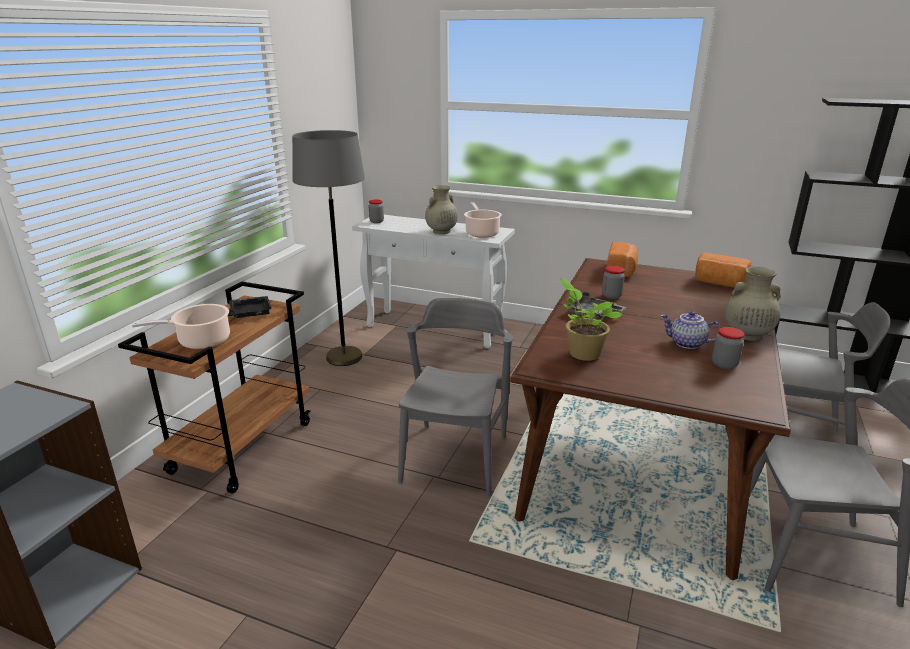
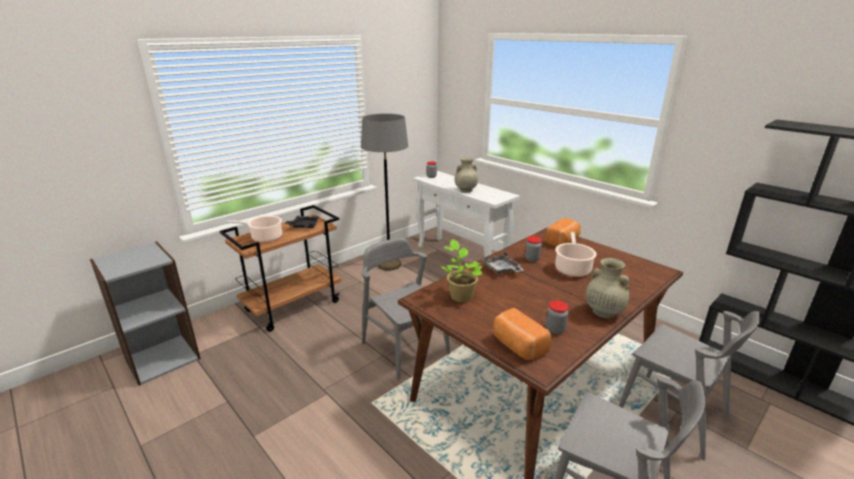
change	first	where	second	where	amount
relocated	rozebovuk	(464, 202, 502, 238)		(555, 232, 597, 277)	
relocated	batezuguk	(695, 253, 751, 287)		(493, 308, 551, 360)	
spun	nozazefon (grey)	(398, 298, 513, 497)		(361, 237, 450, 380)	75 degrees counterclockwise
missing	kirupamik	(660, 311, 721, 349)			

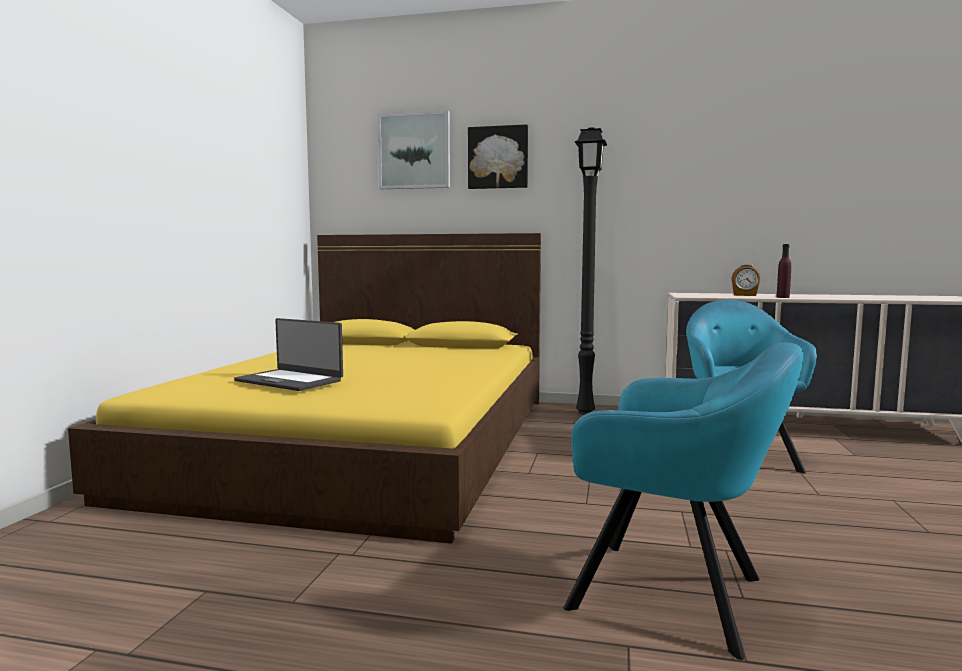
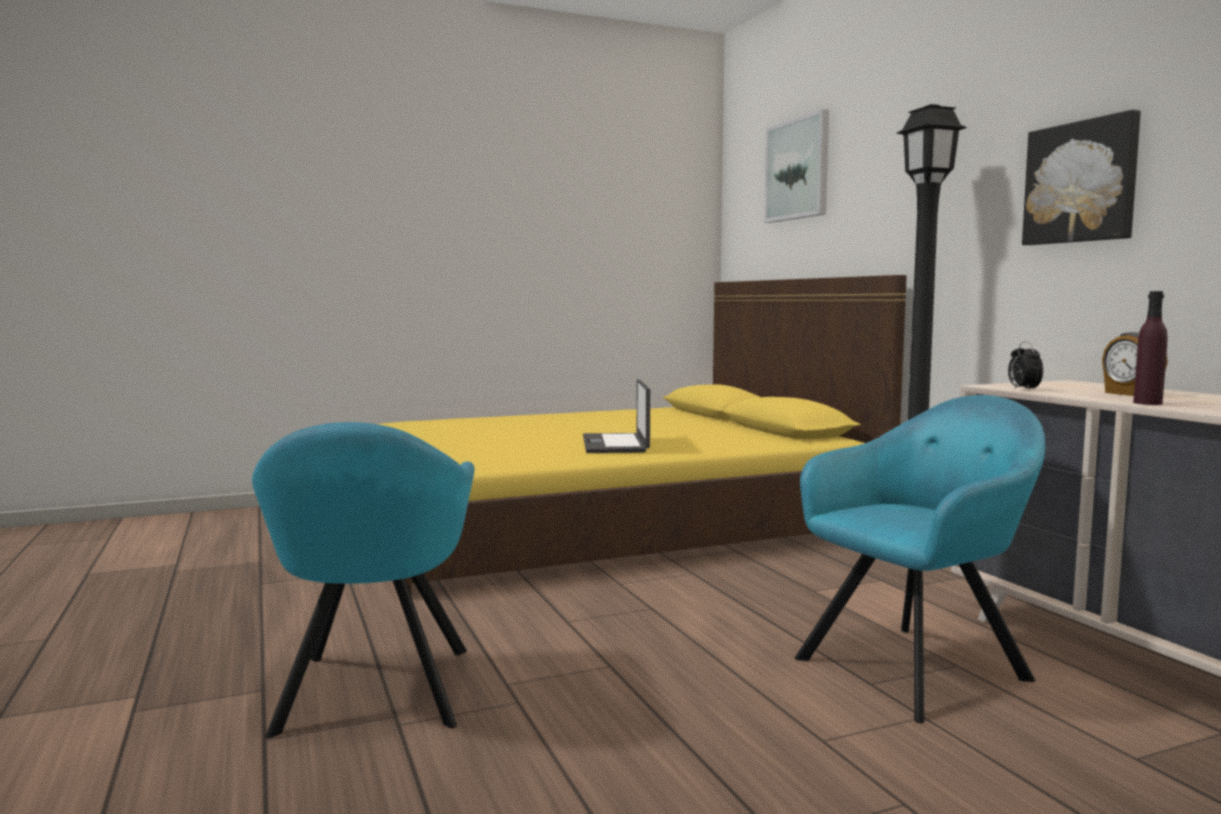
change	first	where	second	where	amount
relocated	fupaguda	(468, 124, 528, 189)		(1022, 110, 1141, 245)	
relocated	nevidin	(234, 318, 343, 391)		(583, 379, 650, 453)	
appeared			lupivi	(1008, 342, 1043, 391)	

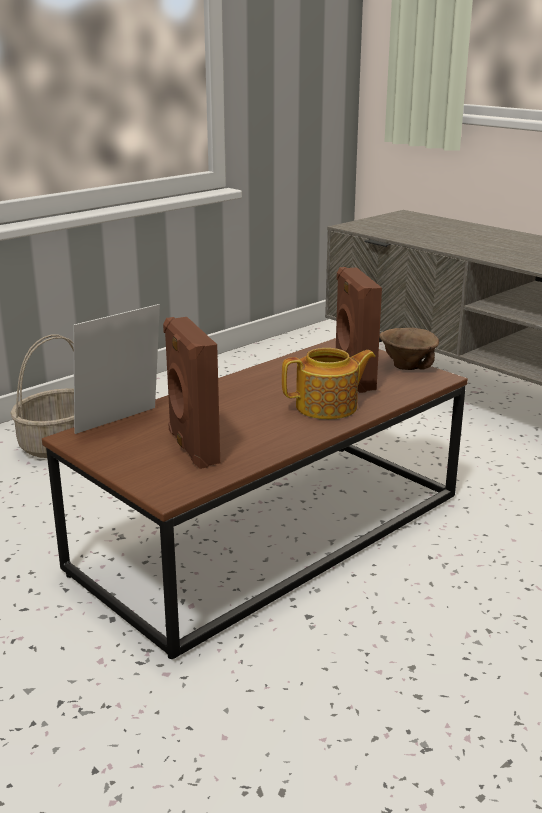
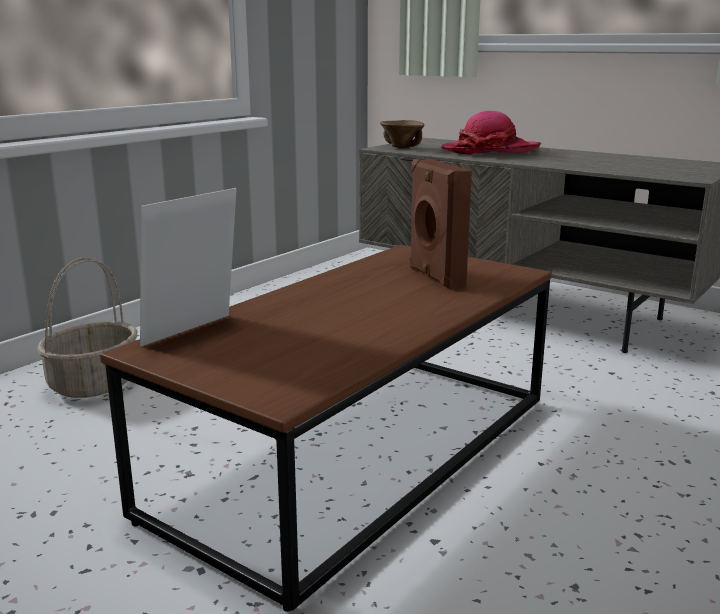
change	first	where	second	where	amount
missing	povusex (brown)	(163, 317, 220, 469)			
relocated	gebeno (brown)	(380, 328, 439, 370)		(380, 120, 424, 148)	
missing	kirupamik	(282, 348, 376, 419)			
appeared			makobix	(441, 111, 541, 155)	

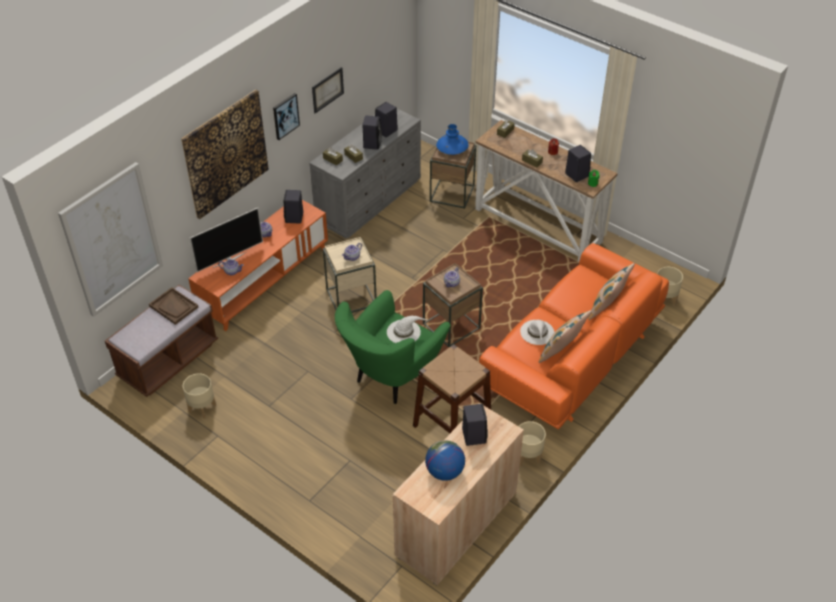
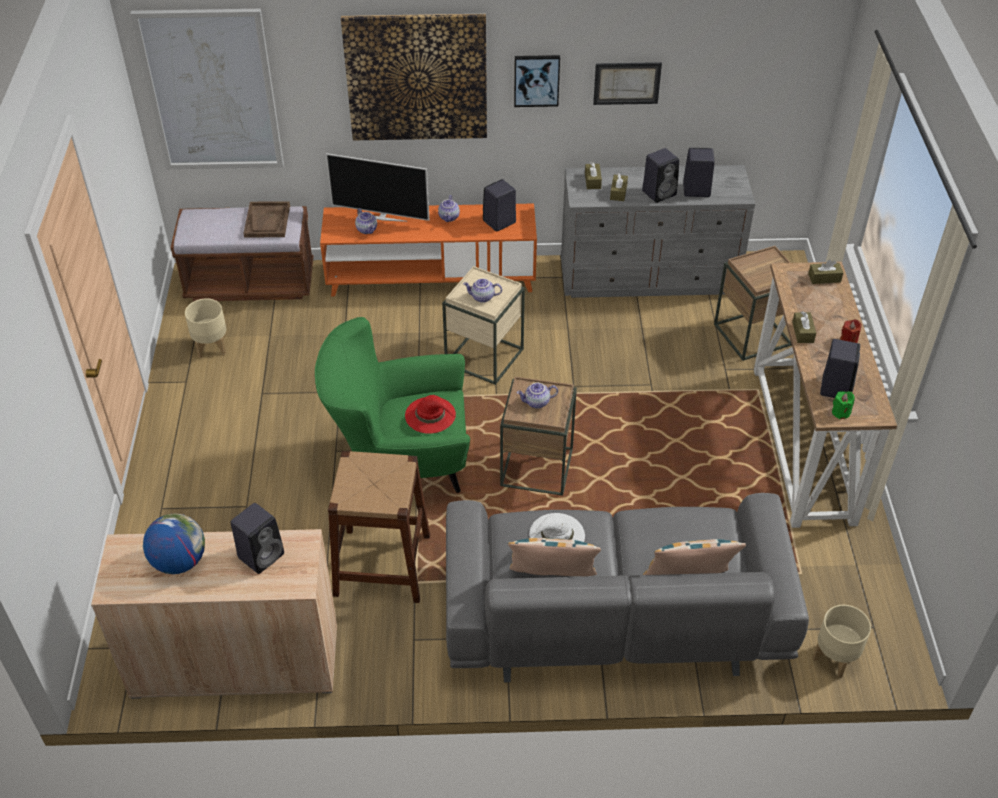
change	first	where	second	where	amount
missing	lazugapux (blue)	(436, 124, 469, 155)			
colour	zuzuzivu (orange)	(479, 243, 669, 430)	zuzuzivu (grey)	(446, 493, 809, 682)	
colour	makobix (white)	(387, 316, 427, 343)	makobix (red)	(405, 395, 456, 434)	
missing	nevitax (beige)	(519, 421, 546, 466)			

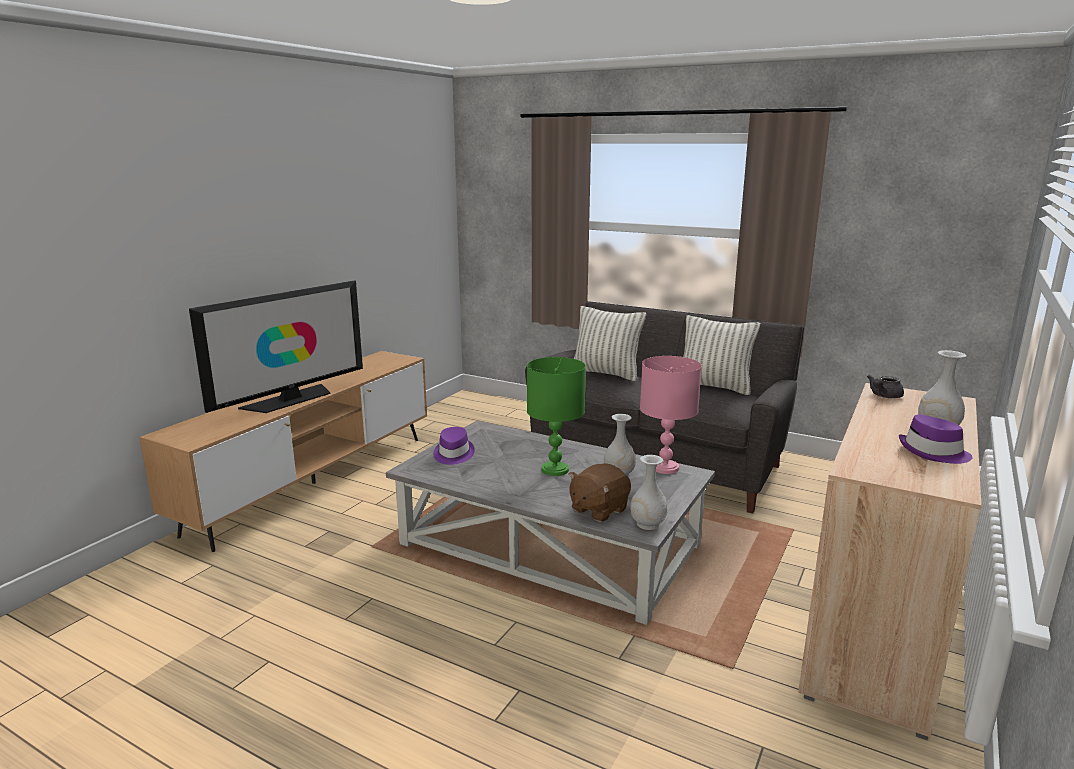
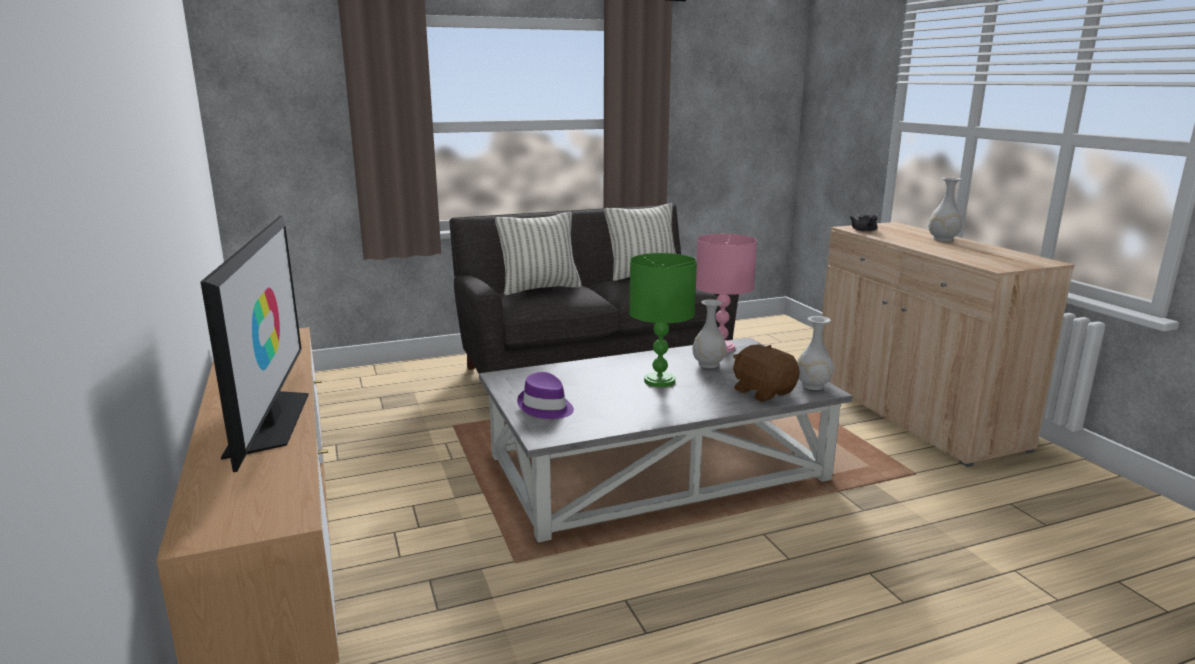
change	first	where	second	where	amount
missing	makobix (purple)	(899, 414, 973, 464)			
spun	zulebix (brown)	(569, 463, 631, 522)		(733, 345, 800, 402)	150 degrees clockwise

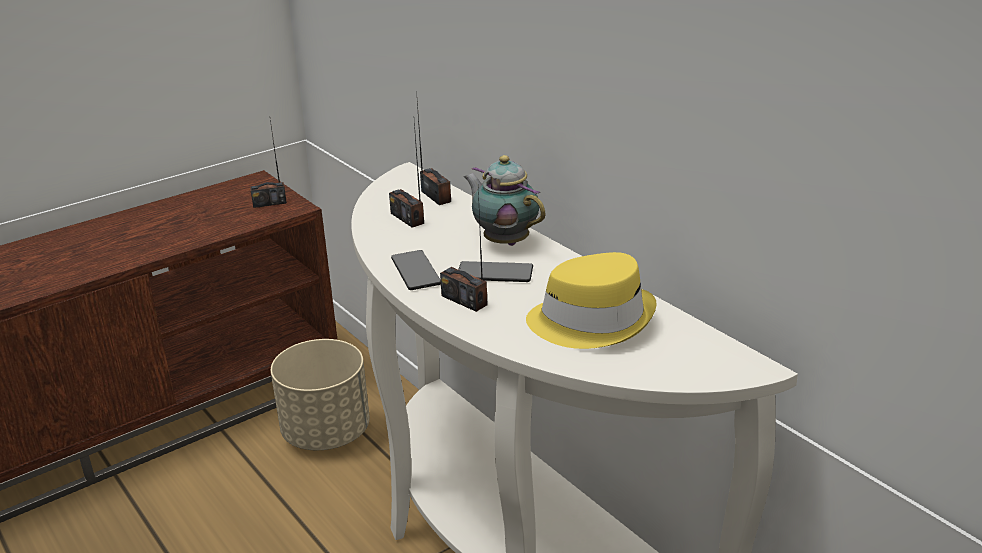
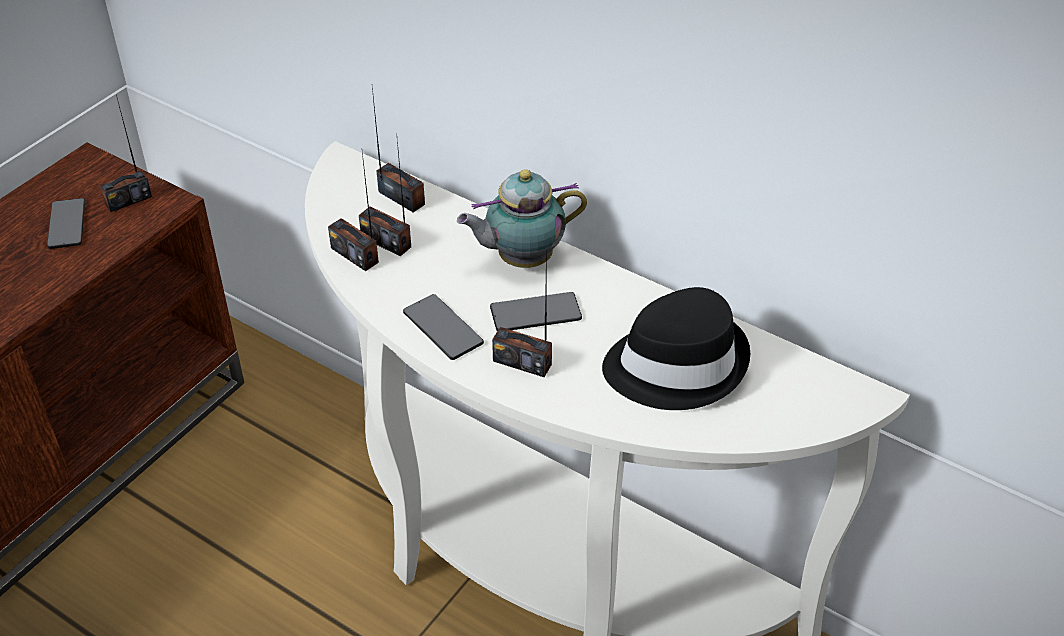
change	first	where	second	where	amount
spun	kirupamik	(464, 155, 546, 246)		(457, 169, 587, 268)	45 degrees counterclockwise
colour	makobix (yellow)	(526, 252, 657, 349)	makobix (black)	(602, 287, 750, 410)	
missing	nevitax (beige)	(271, 339, 370, 450)			
appeared			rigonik	(328, 152, 379, 271)	
appeared			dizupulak	(47, 198, 85, 249)	

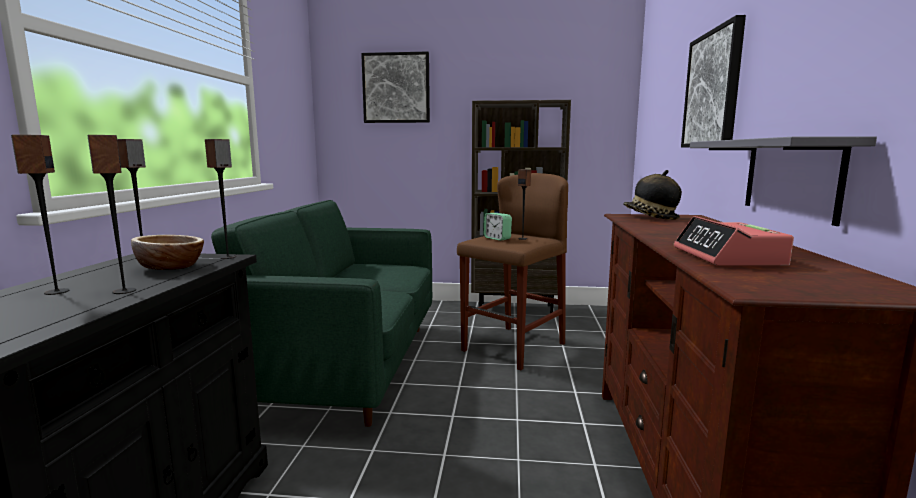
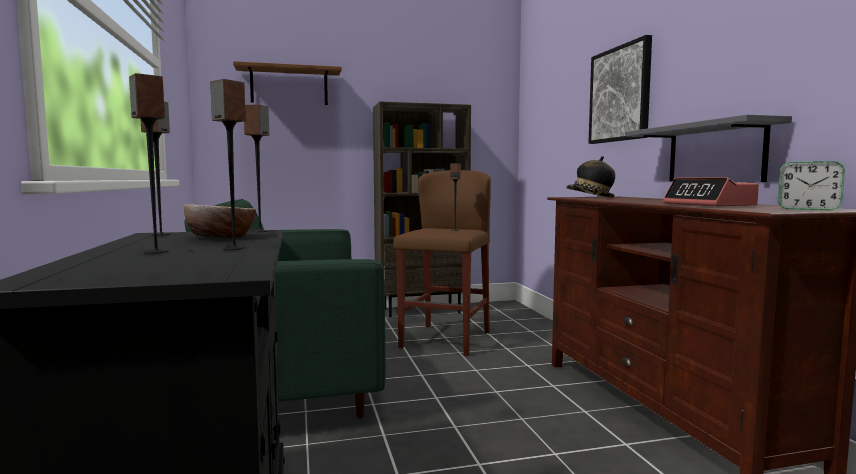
change	first	where	second	where	amount
exchanged	fupaguda	(361, 52, 430, 123)	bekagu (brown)	(233, 61, 342, 105)	
relocated	lupivi	(484, 213, 512, 241)		(778, 161, 845, 211)	

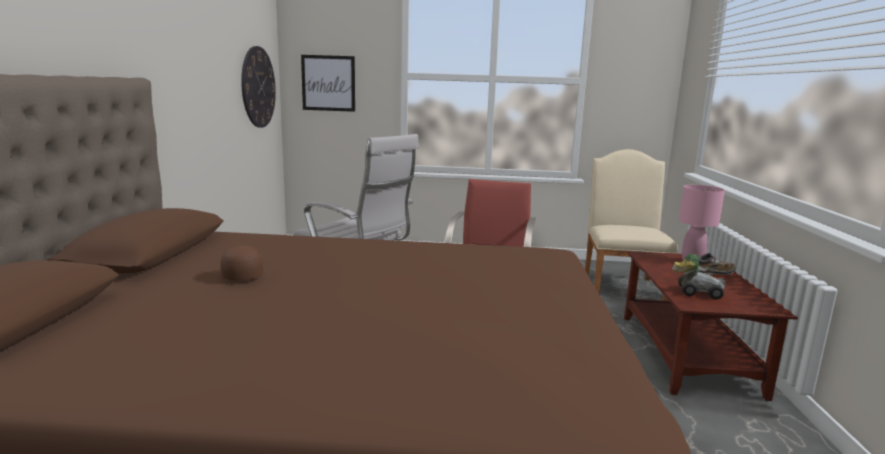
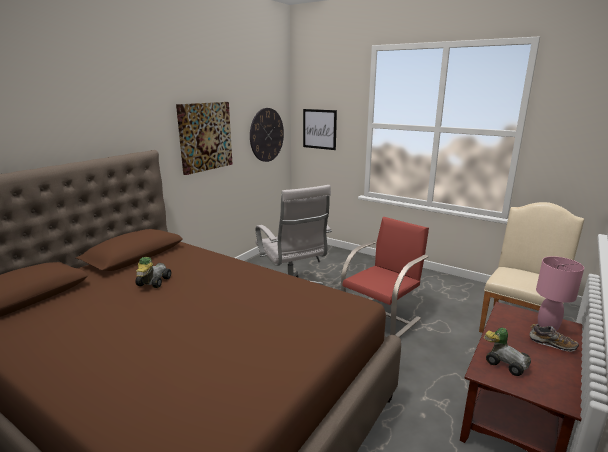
change	first	where	second	where	amount
exchanged	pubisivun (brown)	(220, 246, 263, 280)	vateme	(135, 257, 171, 288)	
appeared			fupaguda	(176, 102, 233, 175)	

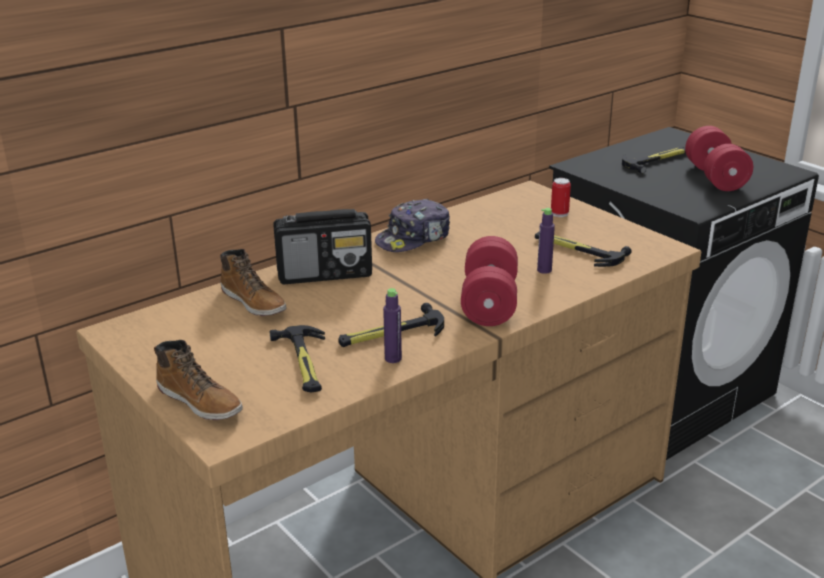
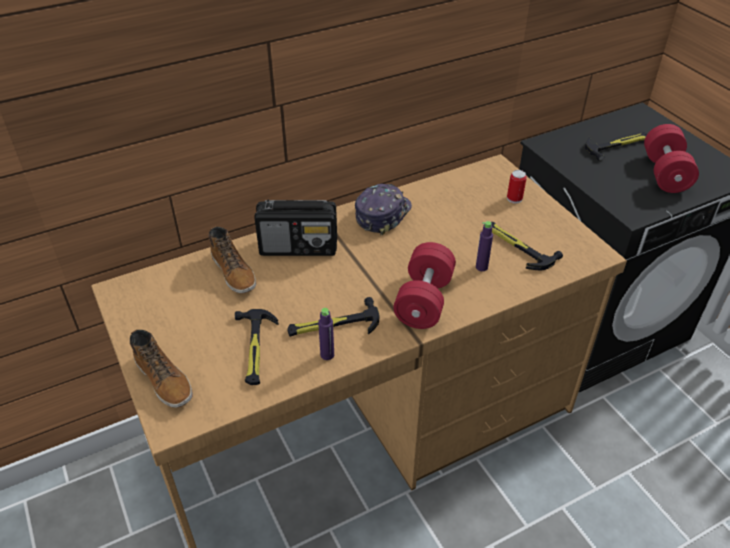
change	first	where	second	where	amount
spun	pubisivun	(375, 199, 450, 252)		(355, 184, 412, 235)	150 degrees clockwise

